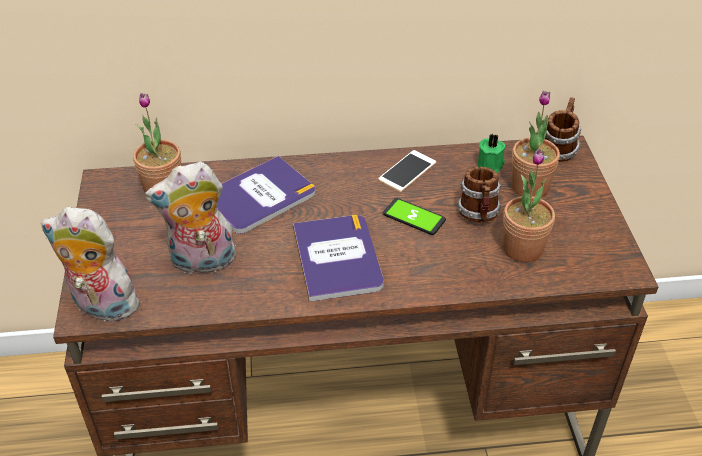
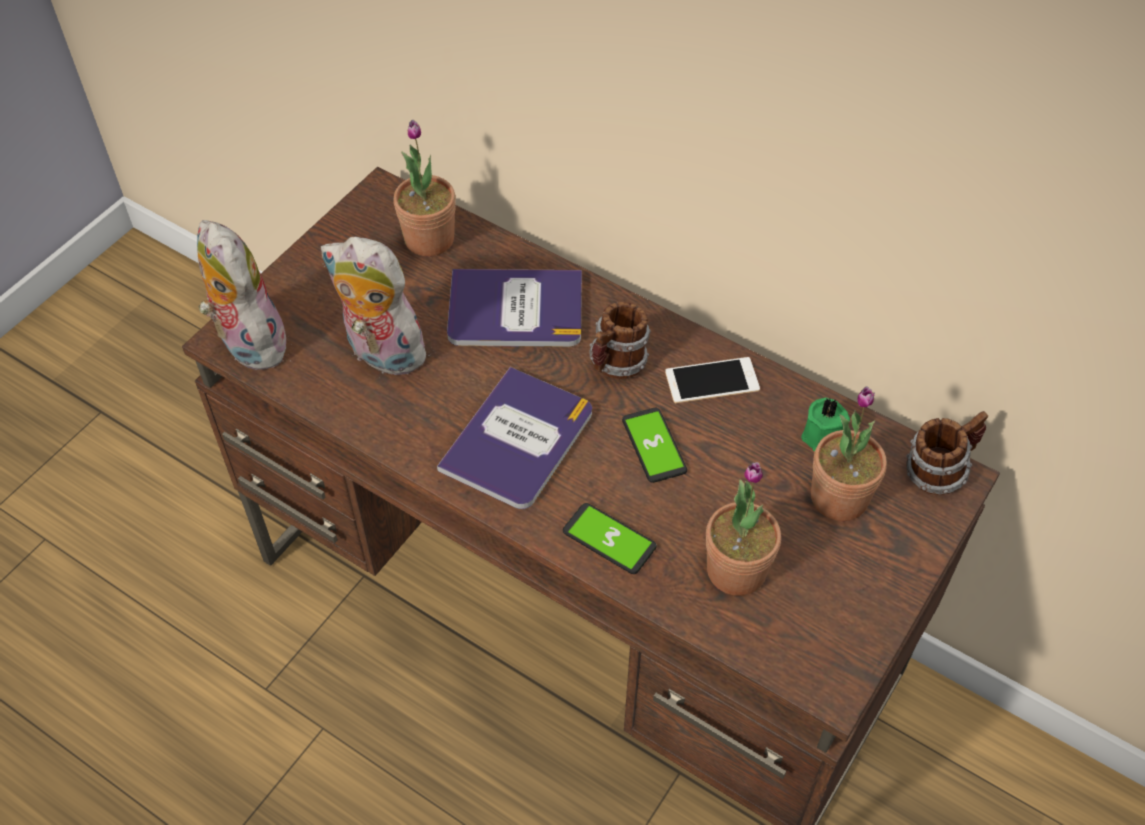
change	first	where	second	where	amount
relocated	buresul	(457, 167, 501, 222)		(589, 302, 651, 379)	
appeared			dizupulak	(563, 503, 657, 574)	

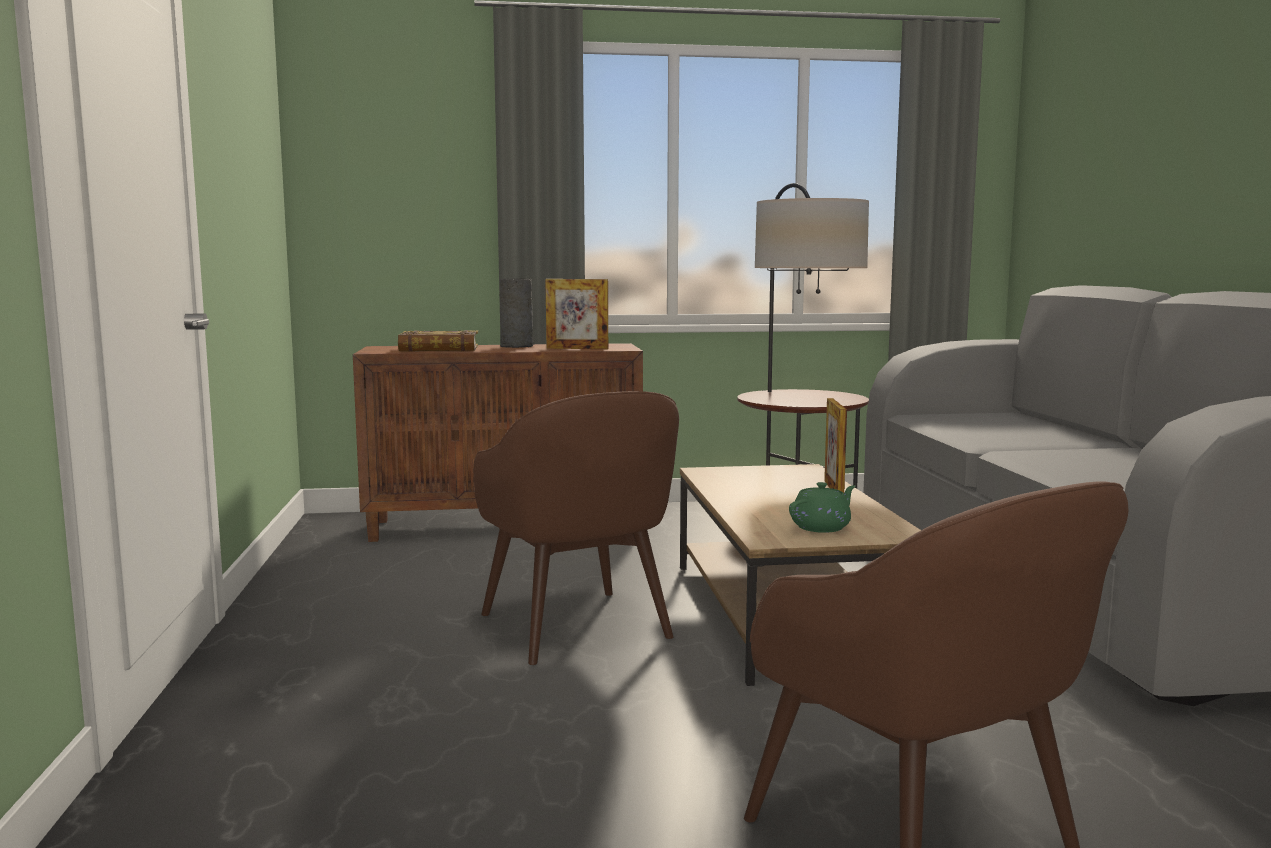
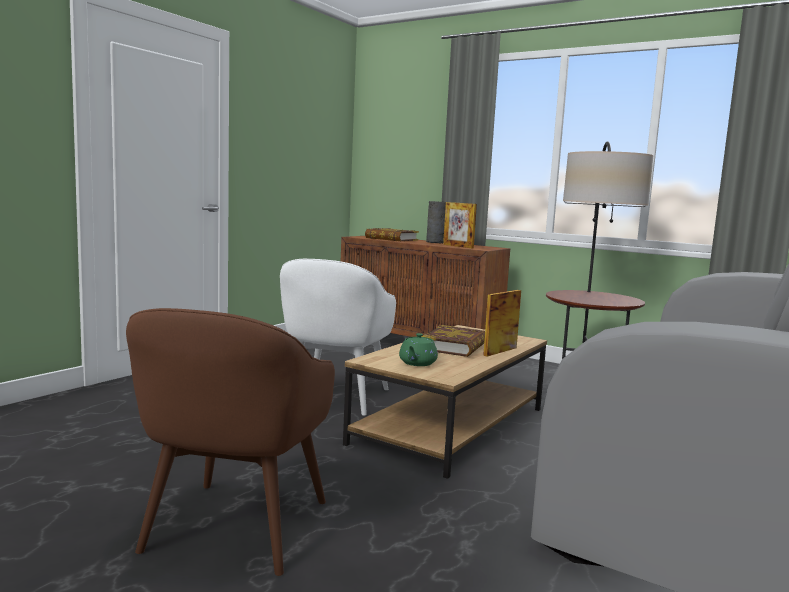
change	first	where	second	where	amount
colour	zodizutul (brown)	(473, 391, 679, 665)	zodizutul (white)	(280, 259, 396, 416)	
spun	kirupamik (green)	(789, 482, 855, 533)		(399, 333, 438, 366)	105 degrees clockwise
appeared			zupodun	(422, 325, 485, 357)	

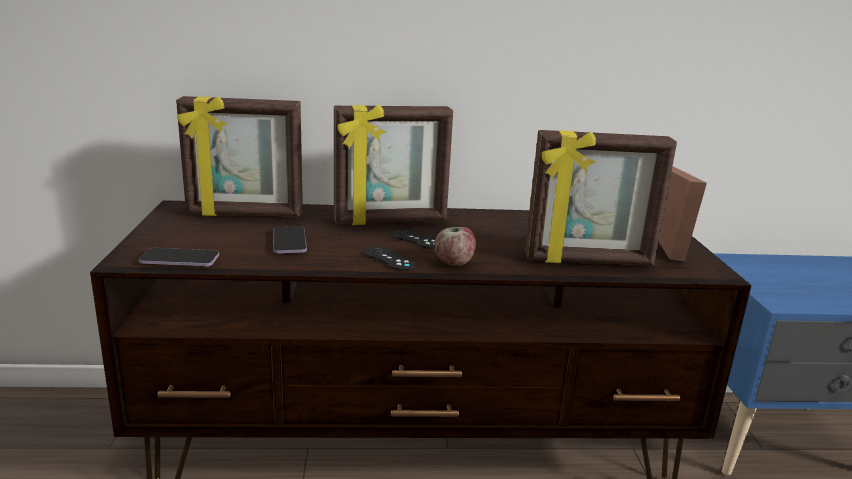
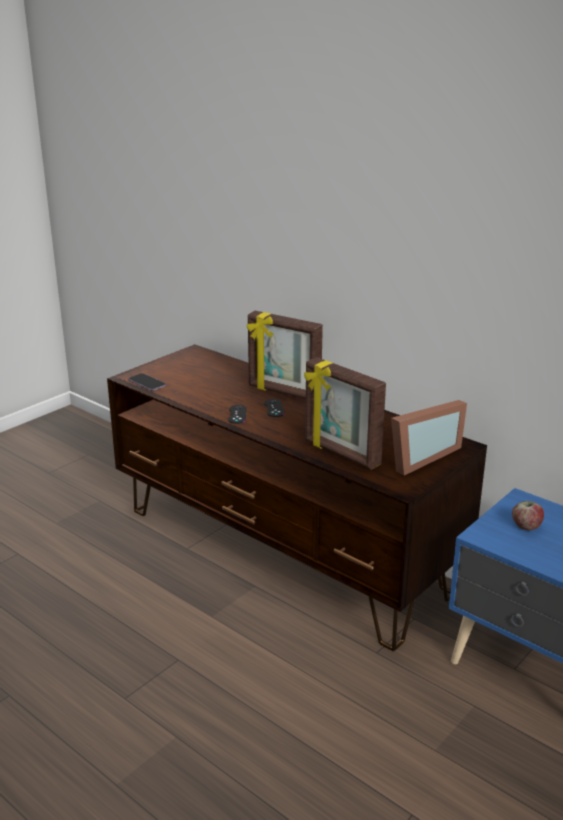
change	first	where	second	where	amount
missing	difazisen	(176, 96, 303, 217)			
missing	dizupulak	(273, 226, 307, 254)			
relocated	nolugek	(435, 227, 476, 266)		(512, 501, 544, 531)	

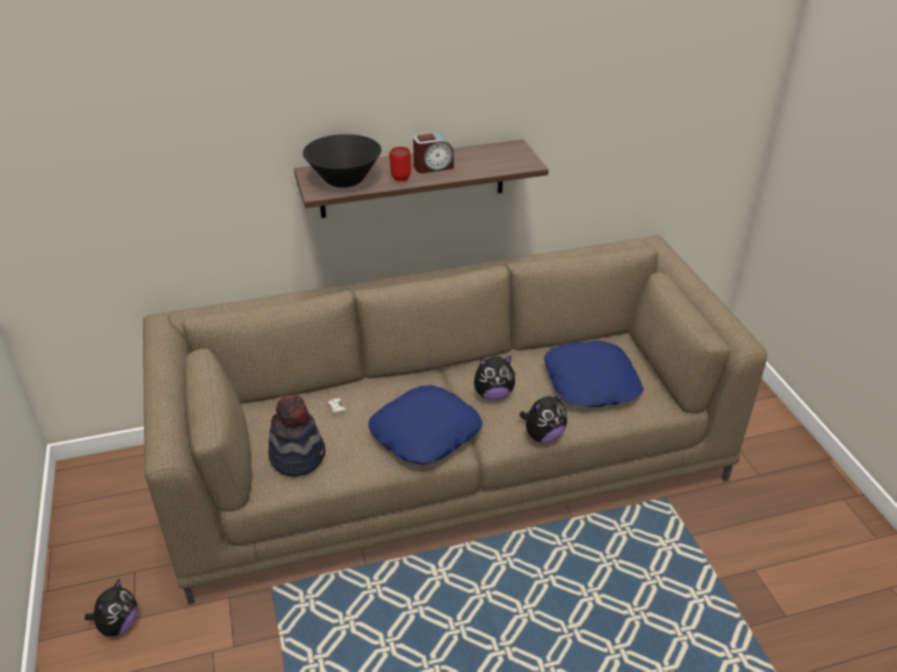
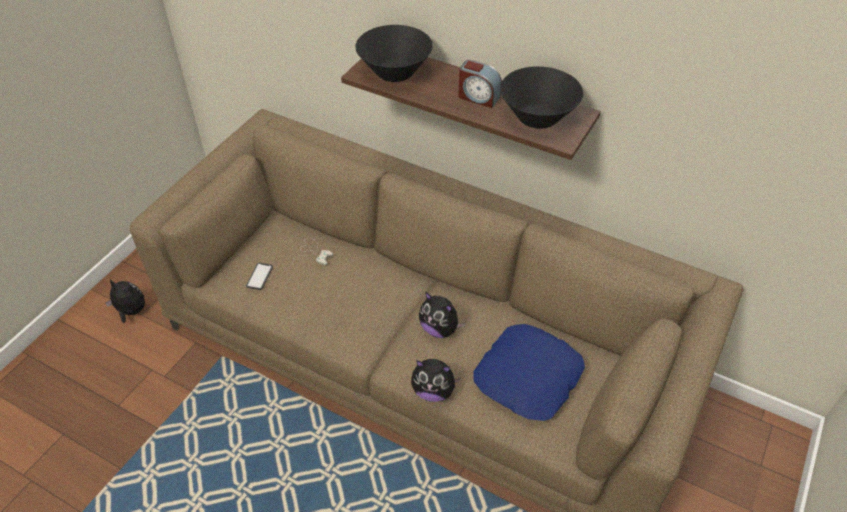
change	first	where	second	where	amount
missing	buresul (red)	(389, 147, 411, 182)			
missing	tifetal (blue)	(368, 385, 483, 465)			
exchanged	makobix	(268, 395, 325, 477)	dizupulak	(246, 263, 273, 290)	
spun	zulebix	(85, 579, 137, 636)		(106, 279, 145, 323)	135 degrees counterclockwise
appeared			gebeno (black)	(500, 66, 583, 129)	

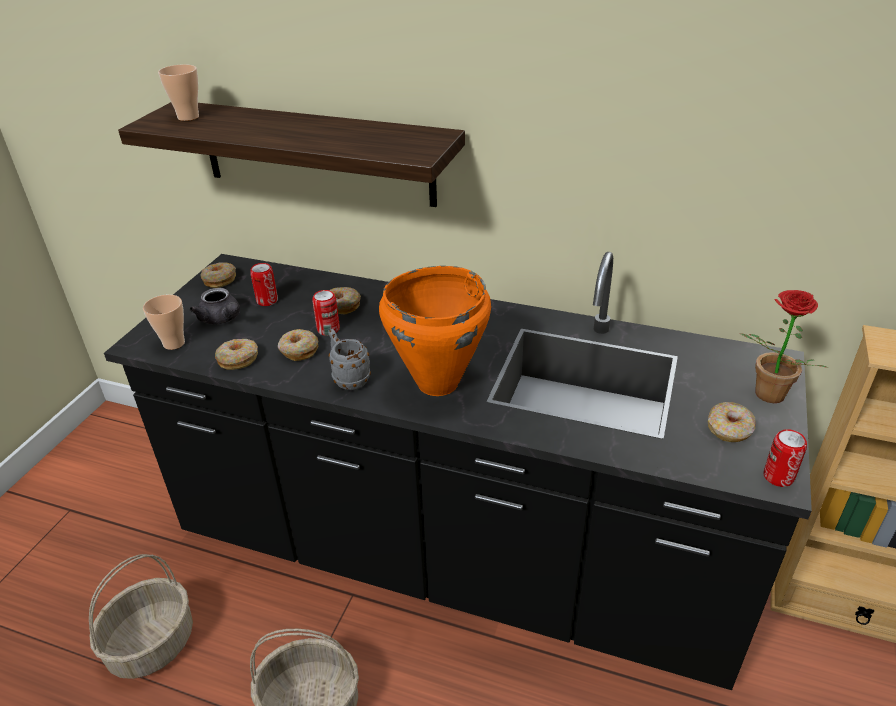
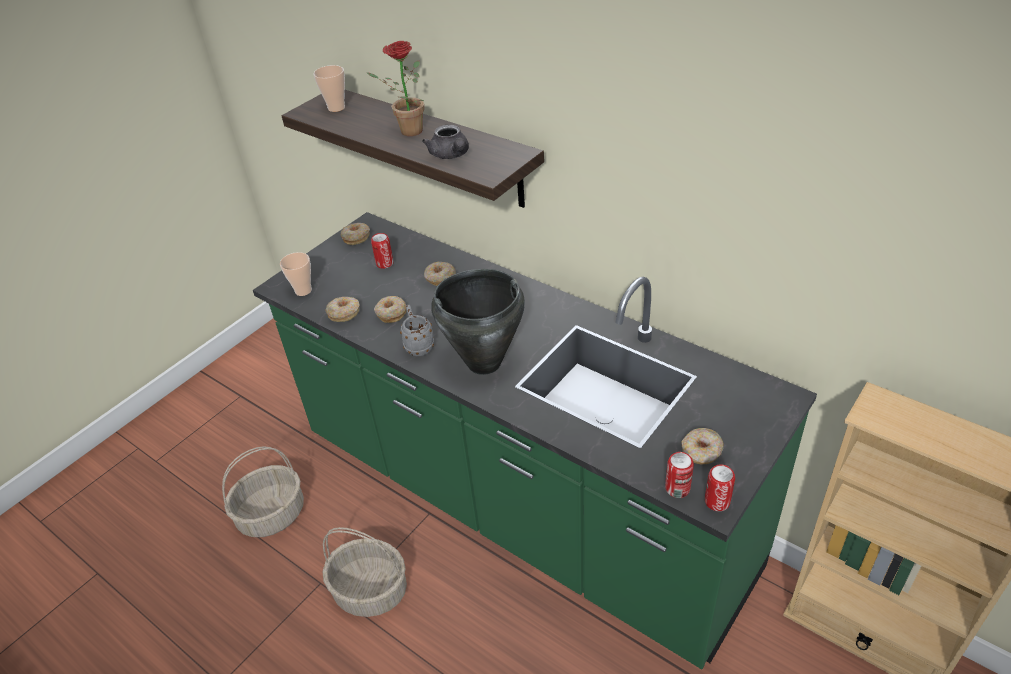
change	first	where	second	where	amount
colour	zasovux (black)	(104, 252, 812, 690)	zasovux (green)	(253, 212, 817, 669)	
colour	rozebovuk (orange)	(379, 266, 491, 396)	rozebovuk (black)	(431, 269, 525, 375)	
relocated	kirupamik (grey)	(190, 288, 240, 325)		(422, 125, 469, 159)	
relocated	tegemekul	(312, 290, 340, 336)		(665, 452, 694, 498)	
relocated	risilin	(740, 290, 829, 403)		(366, 41, 425, 136)	

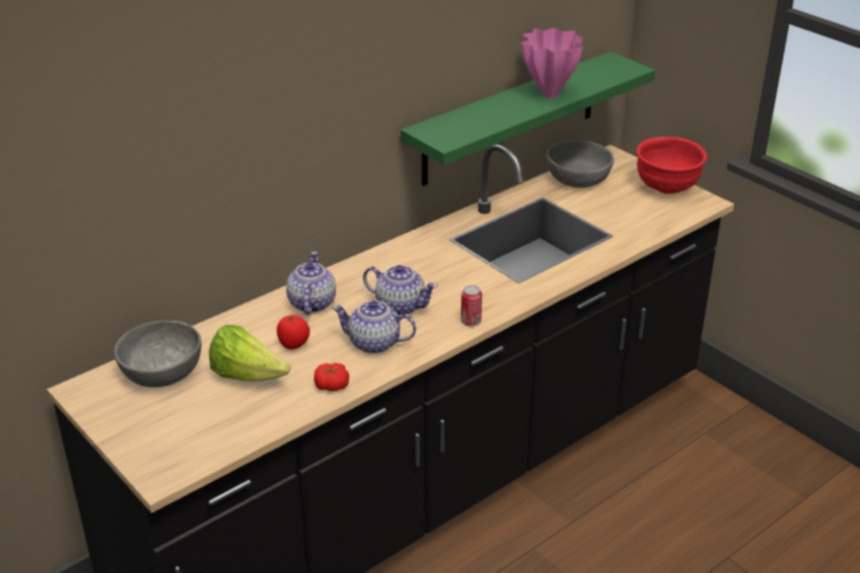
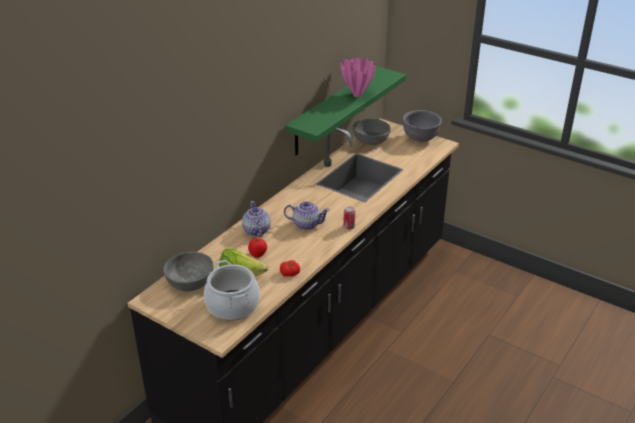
change	first	where	second	where	amount
colour	gebeno (red)	(636, 137, 707, 194)	gebeno (grey)	(403, 110, 442, 142)	
missing	kirupamik	(332, 300, 416, 354)			
appeared			rozebovuk	(204, 260, 260, 321)	

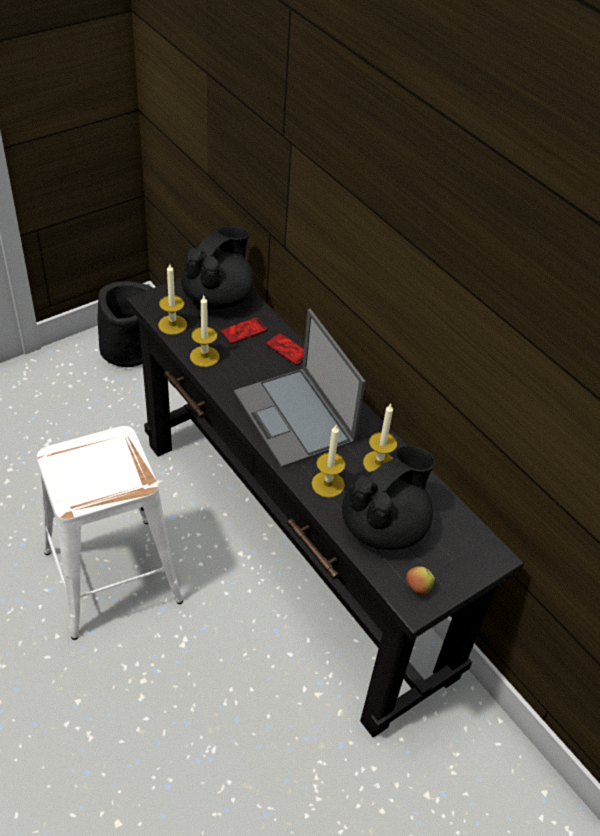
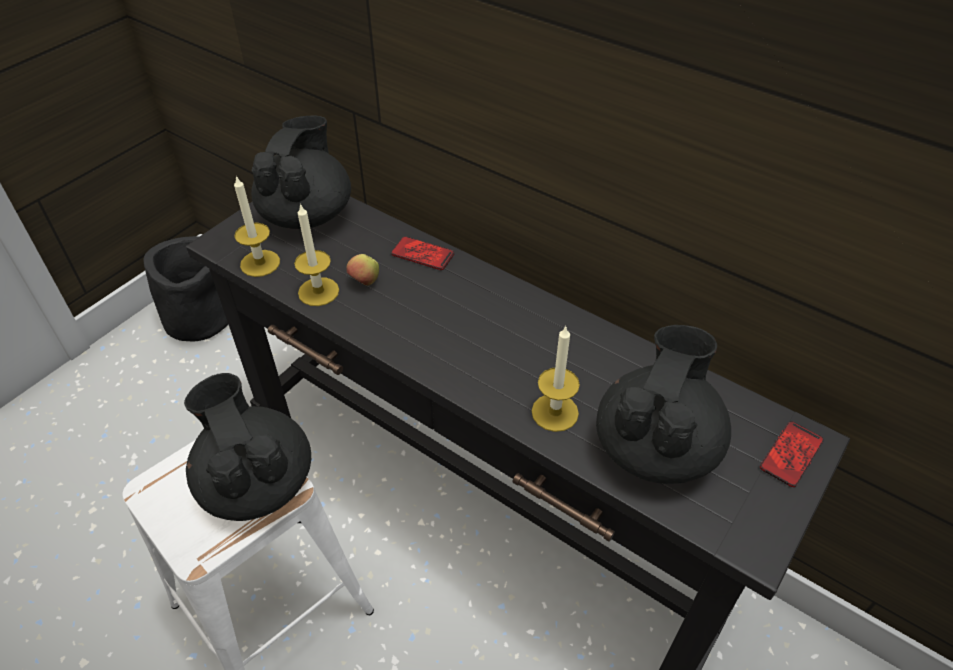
change	first	where	second	where	amount
missing	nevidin	(234, 309, 366, 468)			
relocated	dizupulak	(221, 317, 267, 344)		(760, 421, 824, 487)	
missing	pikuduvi	(363, 403, 397, 472)			
relocated	nolugek	(406, 567, 435, 595)		(346, 254, 379, 286)	
appeared			kirupamik (black)	(184, 373, 311, 521)	

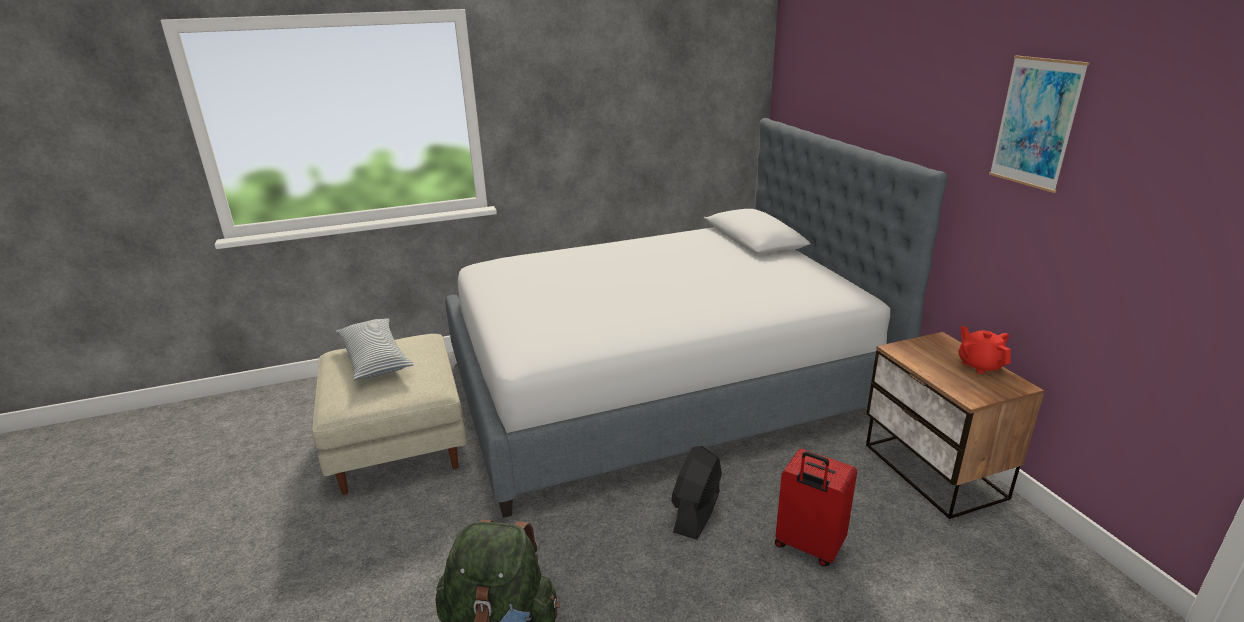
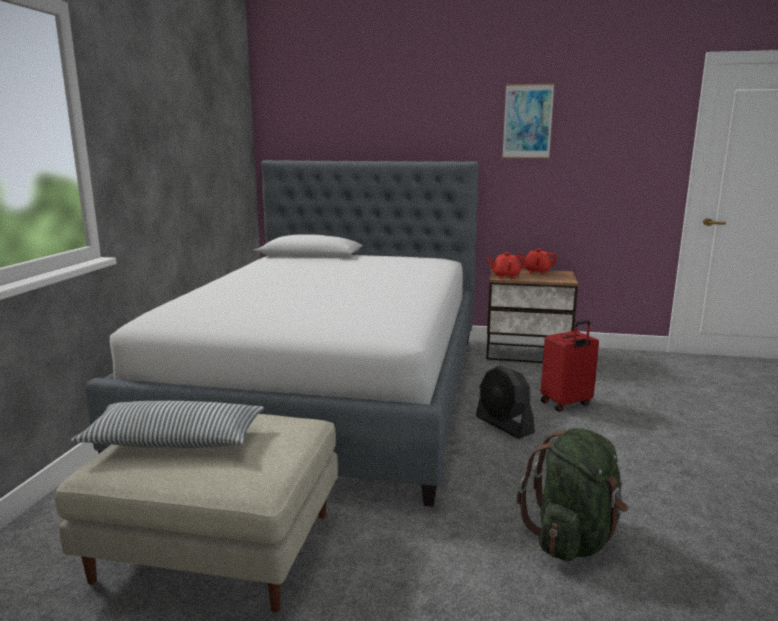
change	first	where	second	where	amount
appeared			kirupamik (red)	(487, 252, 526, 279)	

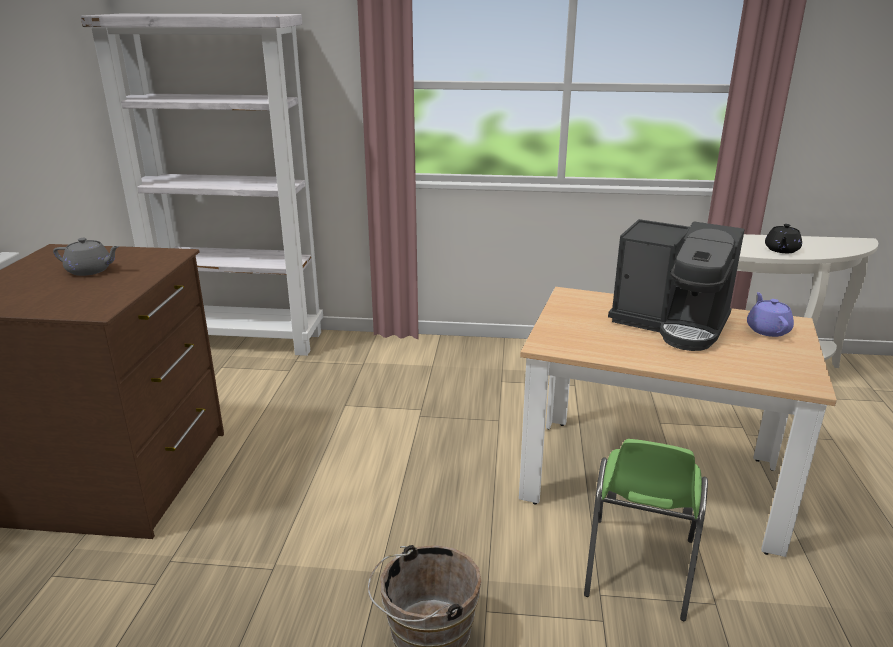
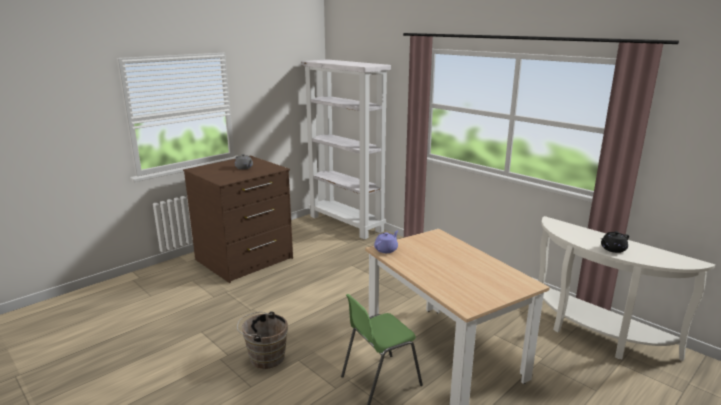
change	first	where	second	where	amount
missing	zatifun	(608, 219, 745, 351)			
relocated	kirupamik (purple)	(747, 292, 794, 337)		(374, 230, 398, 253)	

